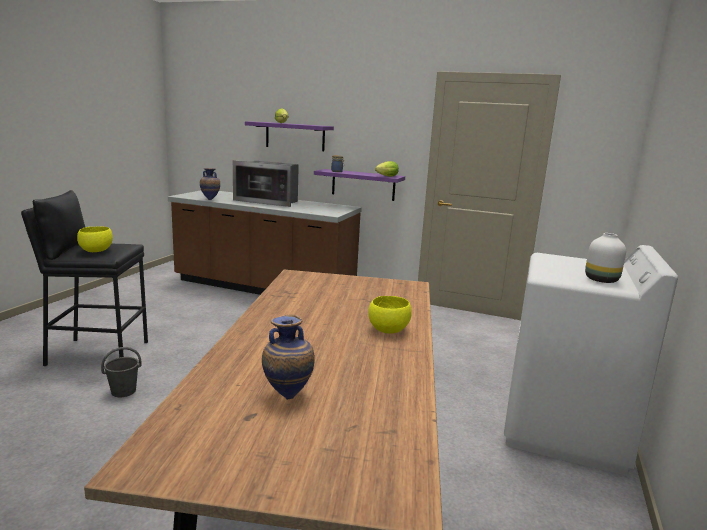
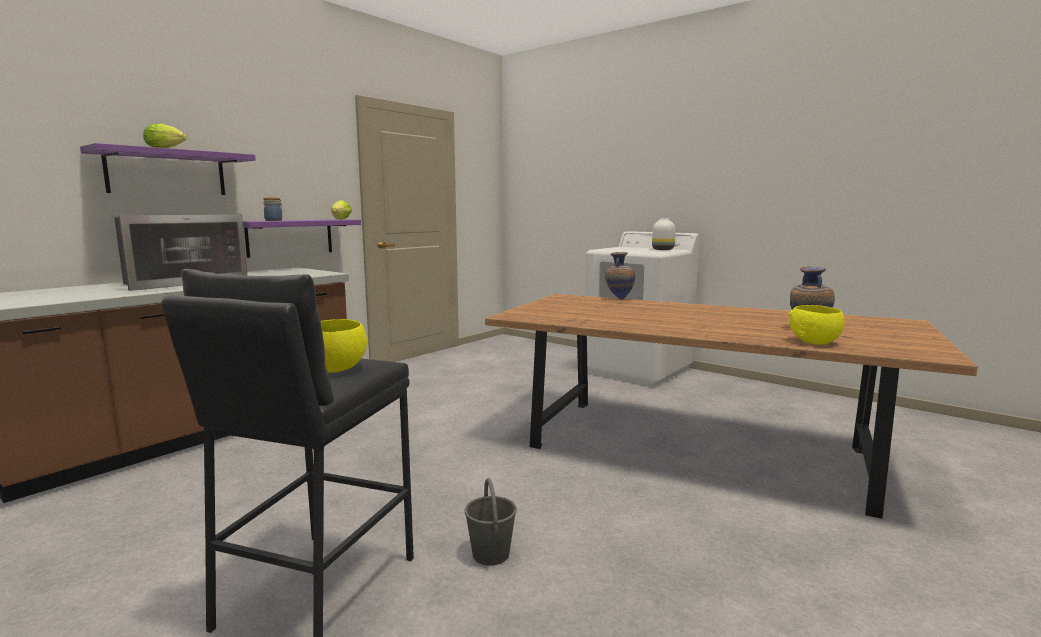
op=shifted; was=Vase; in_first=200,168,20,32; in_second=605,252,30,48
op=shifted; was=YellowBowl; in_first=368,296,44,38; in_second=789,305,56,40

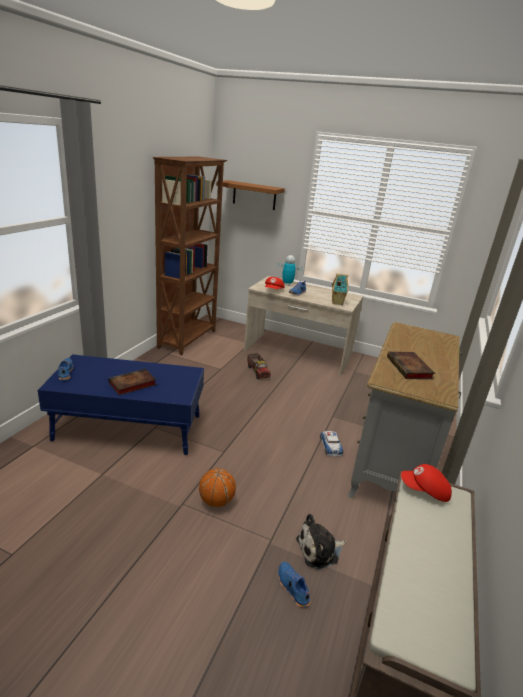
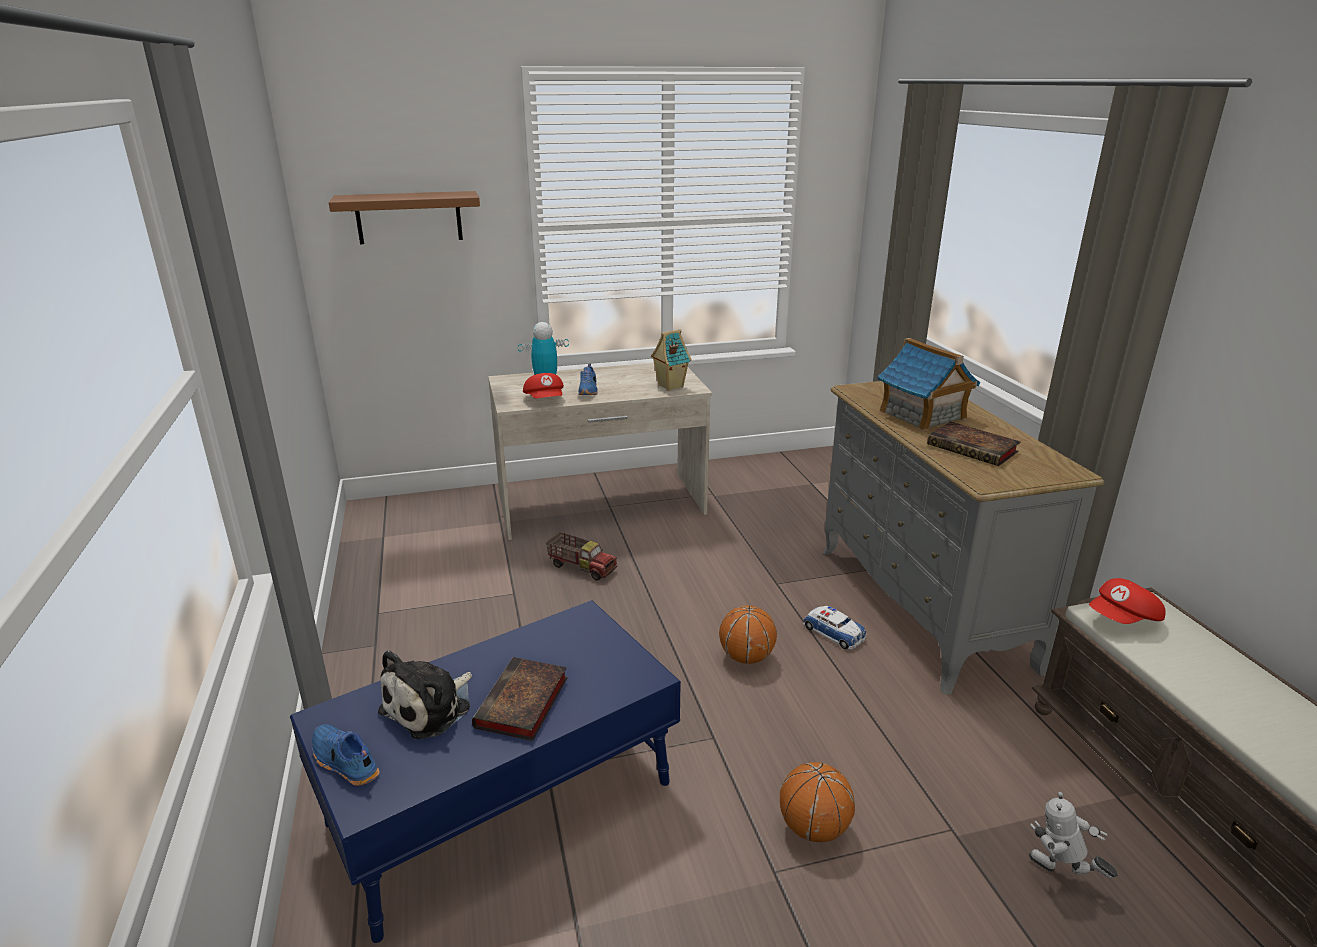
op=gone; was=BrownBookcase; in_first=153,157,74,198
op=swapped; was=BlueShoe; now=ToyRobot; in_first=278,561,32,47; in_second=1029,792,89,86
op=shifted; was=PlushToy; in_first=296,514,50,55; in_second=378,650,94,90
op=new; now=Basketball; in_second=719,605,58,59
op=new; now=ToyHouse; in_second=878,338,103,93

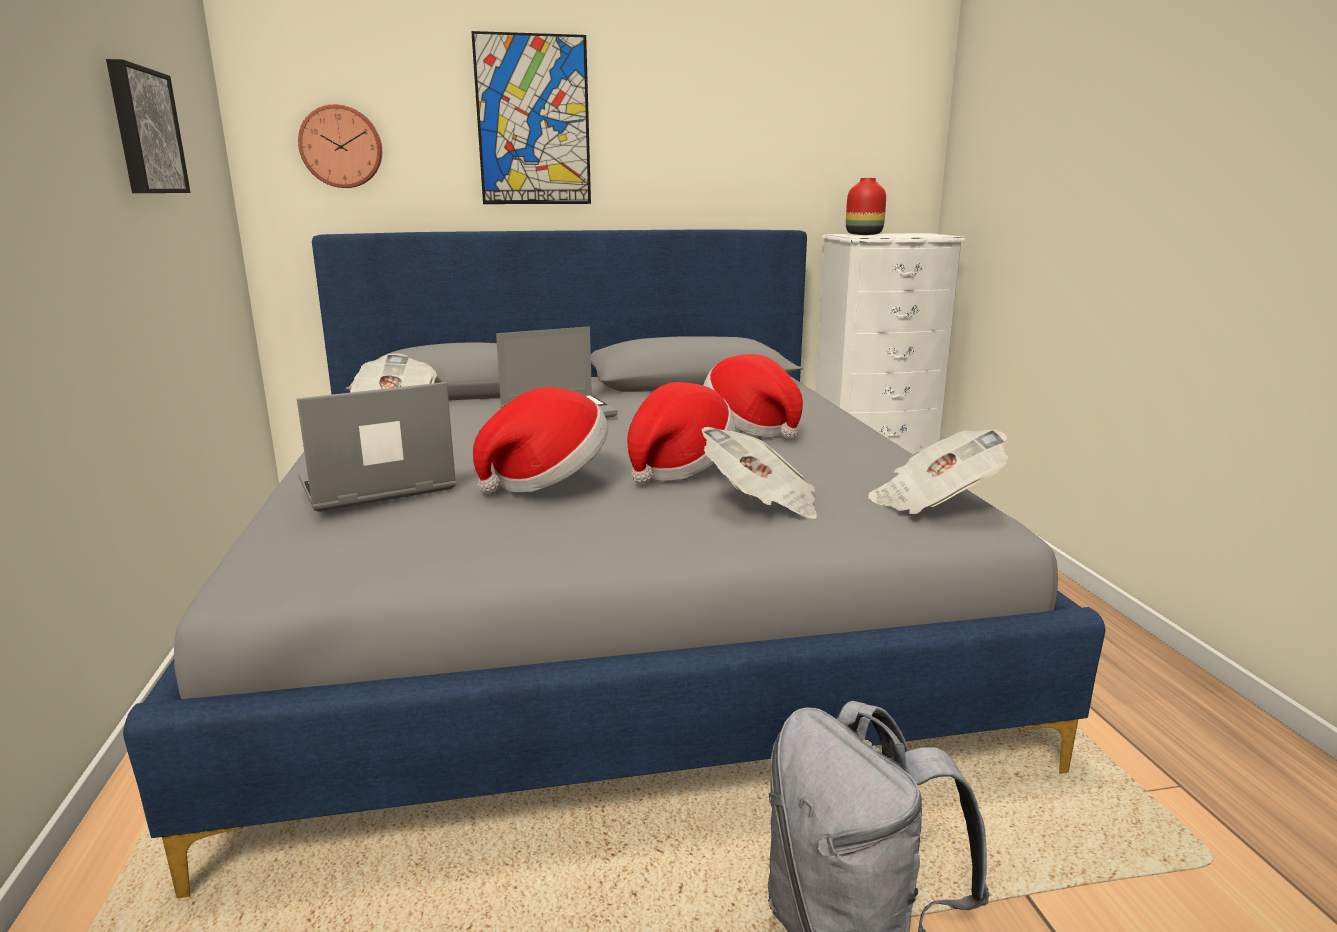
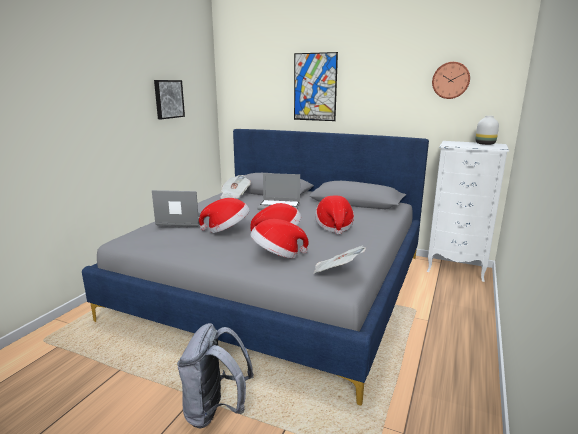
op=shifted; was=WallClock; in_first=298,104,84,84; in_second=432,62,38,37
op=swapped; was=Newspaper; now=Hat; in_first=702,427,115,92; in_second=251,219,58,39
op=gone; was=RedVase; in_first=846,178,40,57
op=new; now=WhiteVase; in_second=476,116,23,29

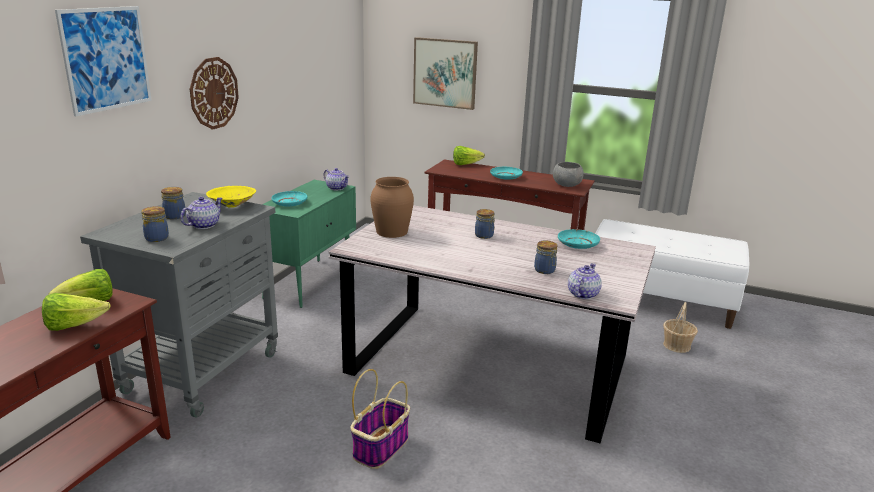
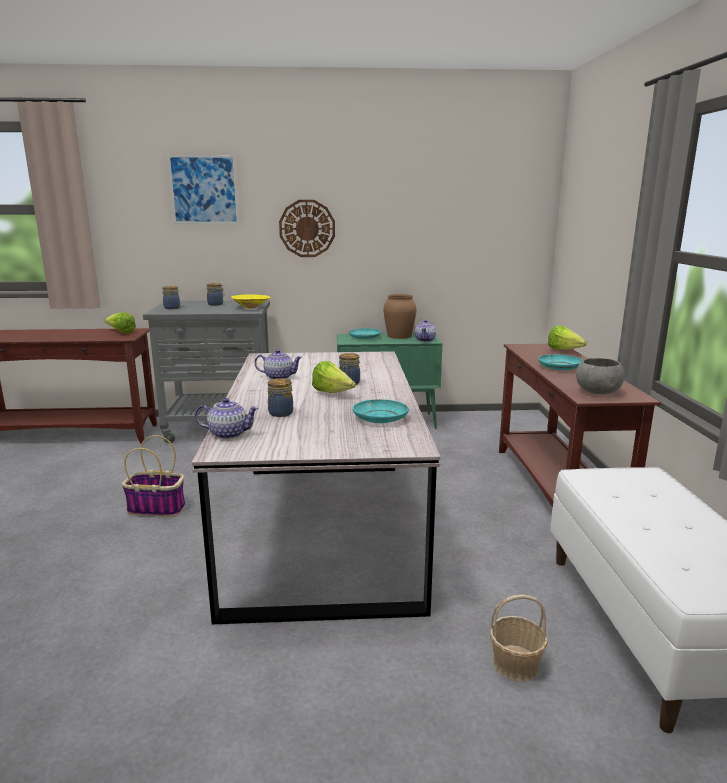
op=shifted; was=Lettuce; in_first=42,293,69,38; in_second=312,361,44,32
op=shifted; was=Teapot; in_first=180,197,43,32; in_second=254,349,48,30
op=shifted; was=BrownVase; in_first=370,177,44,61; in_second=384,294,33,45
op=gone; was=Picture; in_first=413,37,65,73

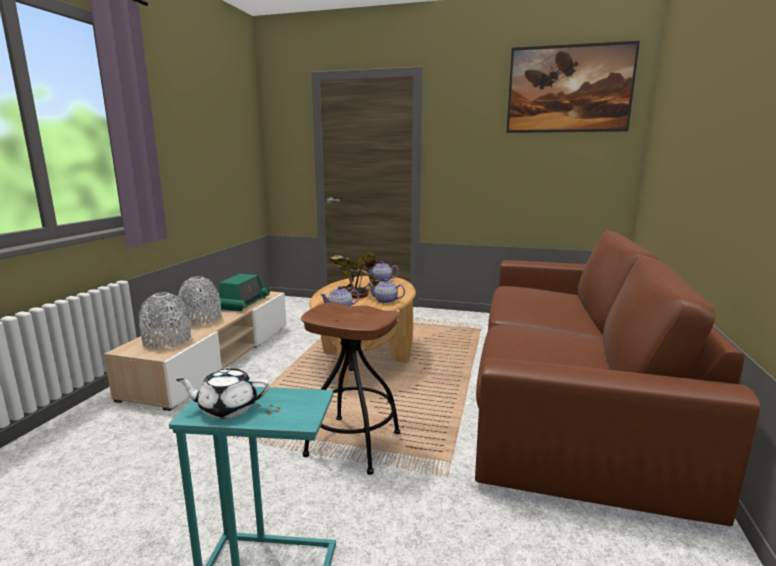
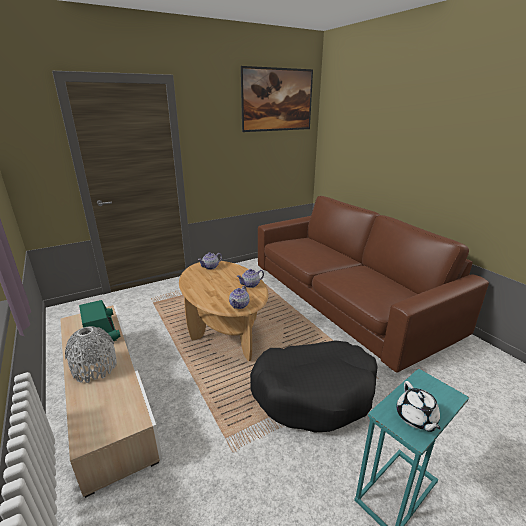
op=gone; was=GreyVase; in_first=138,292,53,57
op=rotated; was=WhiteTeapot; in_first=176,368,94,51; in_second=396,381,45,51; clockwise=-45
op=swapped; was=BrownStool; now=BlackDogBed; in_first=301,302,99,173; in_second=250,340,128,92
op=gone; was=PottedPlant; in_first=329,253,52,45

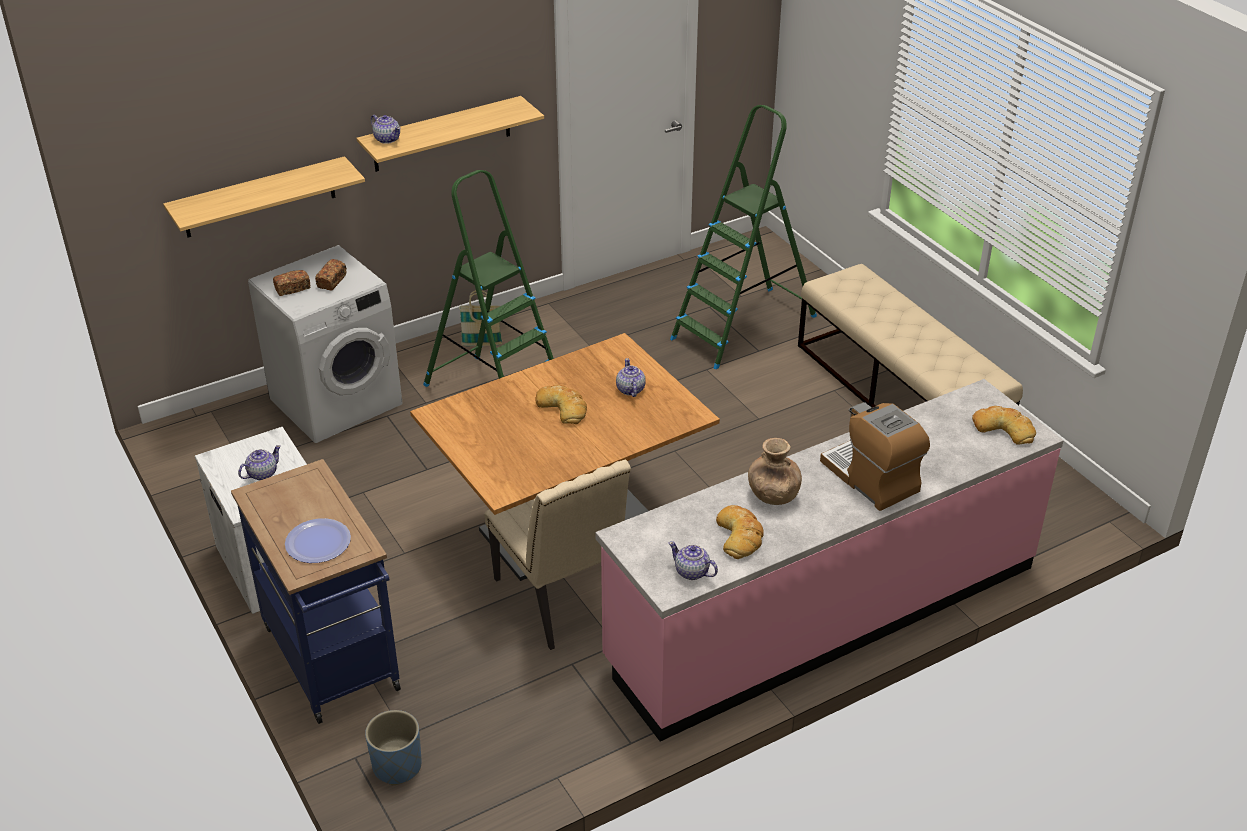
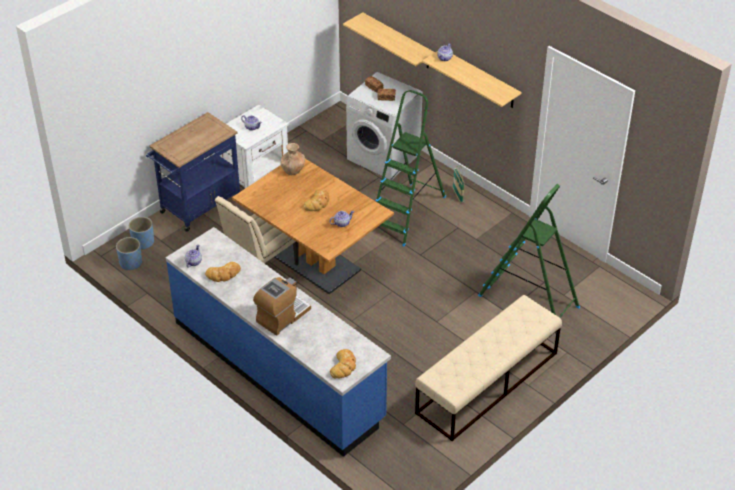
op=gone; was=Plate; in_first=285,518,66,45
op=repainted; was=PinkCounter; now=BlueCounter; in_first=596,379,468,363; in_second=166,227,225,230
op=shifted; was=BrownVase; in_first=748,438,54,67; in_second=280,143,25,32
op=new; now=BluePlanter; in_second=116,237,26,33

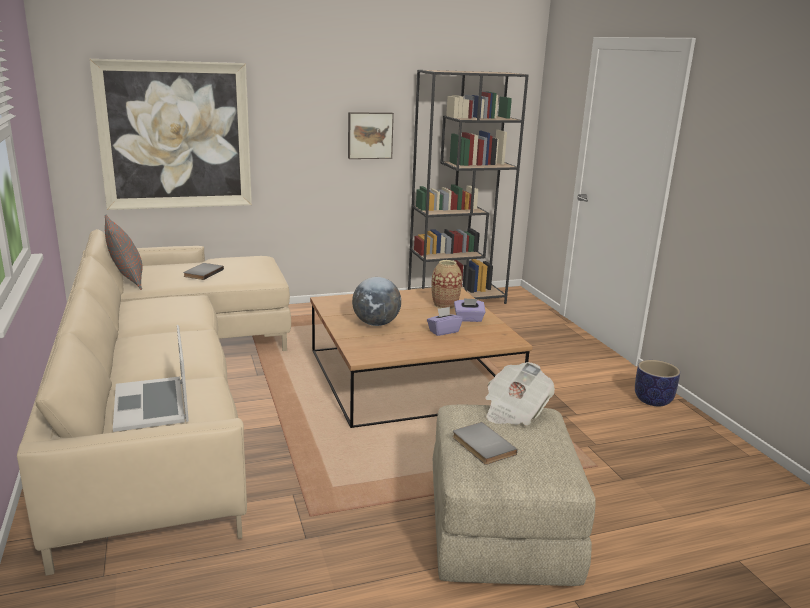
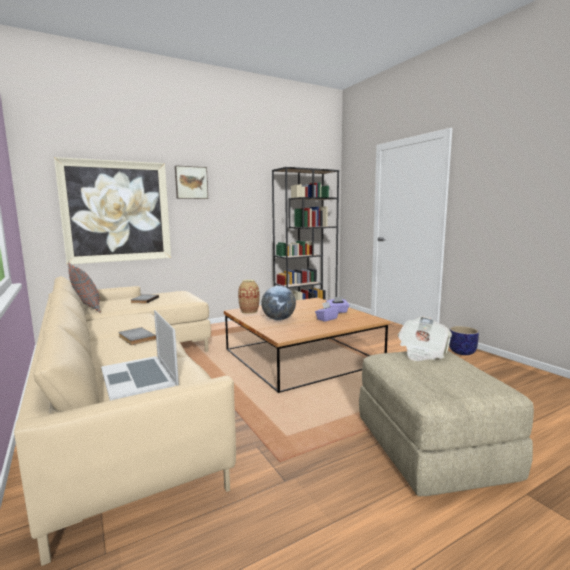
op=shifted; was=Picture; in_first=348,112,46,47; in_second=175,165,33,34
op=shifted; was=Vase; in_first=431,260,31,49; in_second=238,280,22,34
op=shifted; was=GreyBook; in_first=453,422,64,43; in_second=118,327,38,18

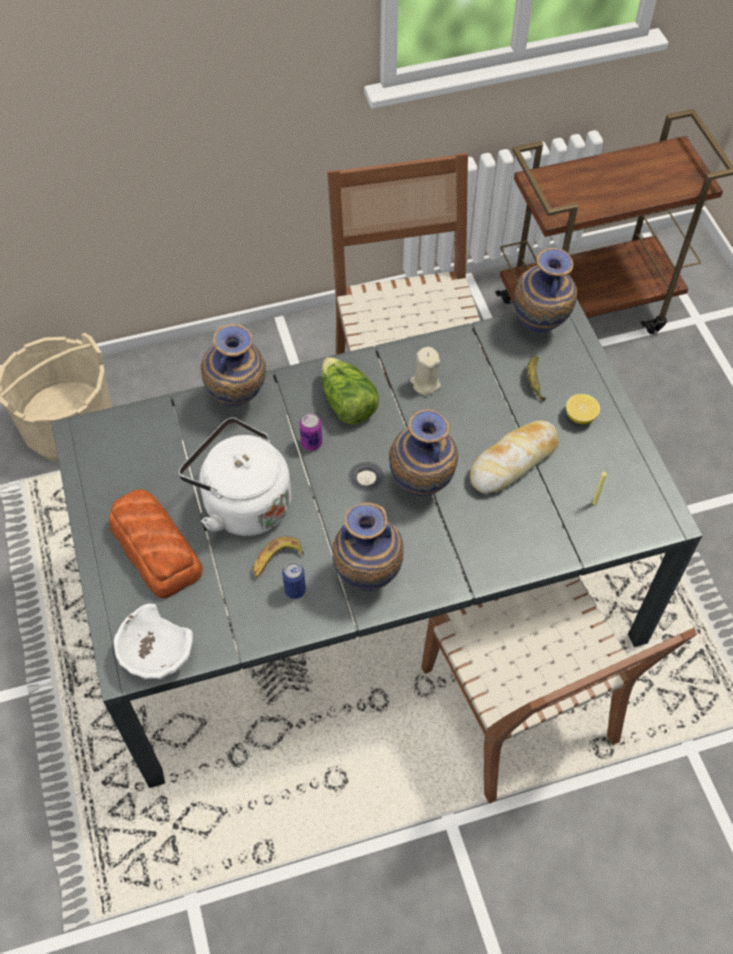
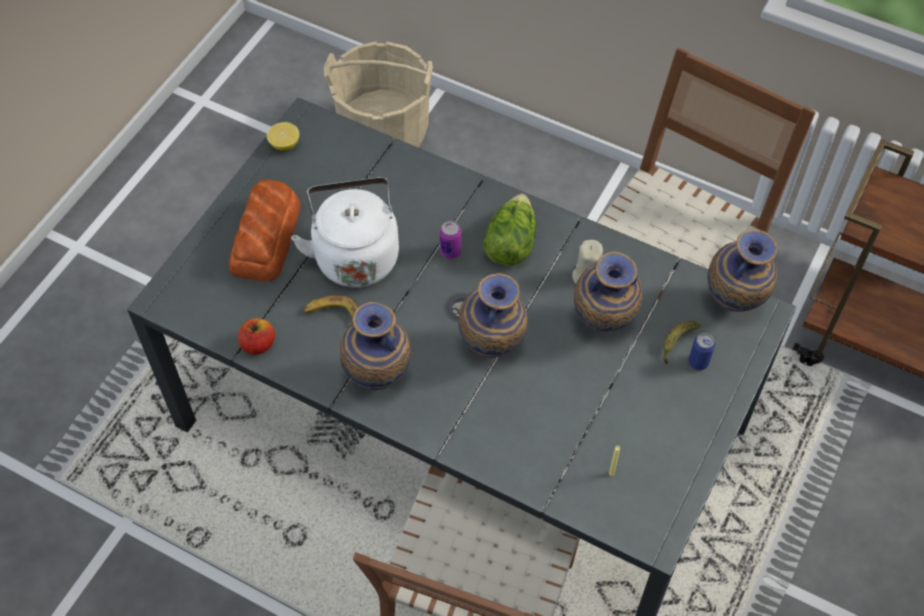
op=gone; was=WhiteBowl; in_first=114,604,79,75
op=shifted; was=Vase; in_first=201,324,65,82; in_second=574,251,69,81
op=shifted; was=Can; in_first=282,562,24,37; in_second=689,333,26,37
op=gone; was=Bread; in_first=470,420,89,74
op=shifted; was=Lemon; in_first=566,394,34,30; in_second=267,122,32,28
op=new; now=Apple; in_second=238,318,37,37

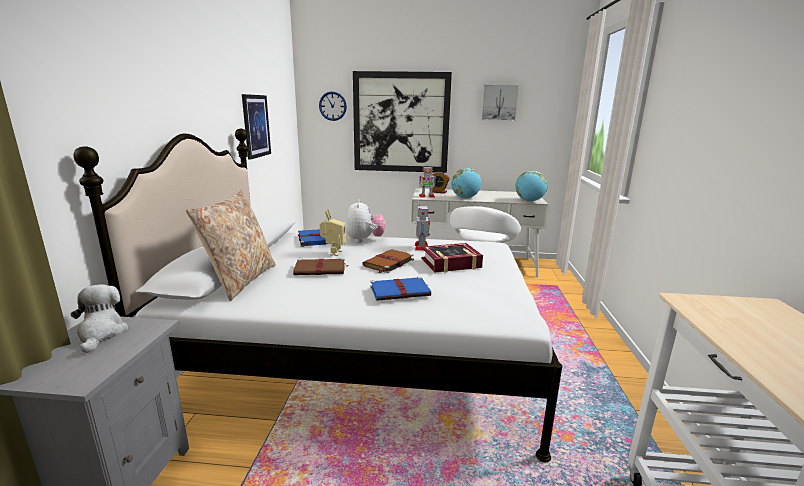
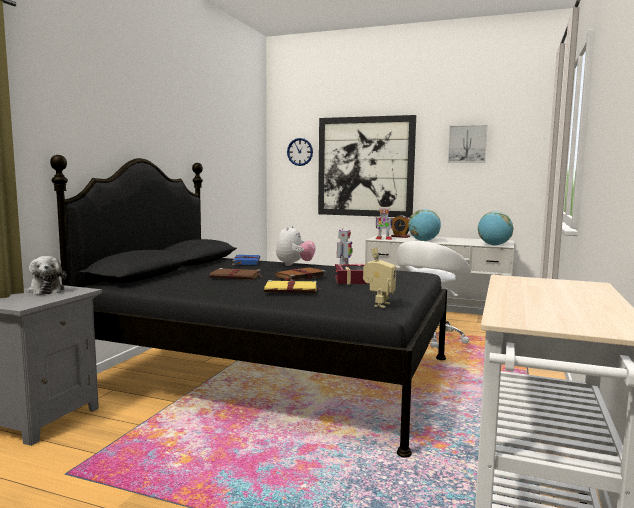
op=rotated; was=PlushToy; in_first=71,285,58,68; in_second=26,256,41,39; clockwise=150
op=repainted; was=WhiteBed; now=BlackBed; in_first=73,129,489,333; in_second=50,155,397,303
op=gone; was=BeigePillow; in_first=186,190,90,111
op=gone; was=Picture; in_first=242,94,29,66
op=shifted; was=ToyRobot; in_first=320,209,26,47; in_second=363,248,33,60
op=repainted; was=BlueBook; now=YellowBook; in_first=371,277,60,24; in_second=264,280,56,13

